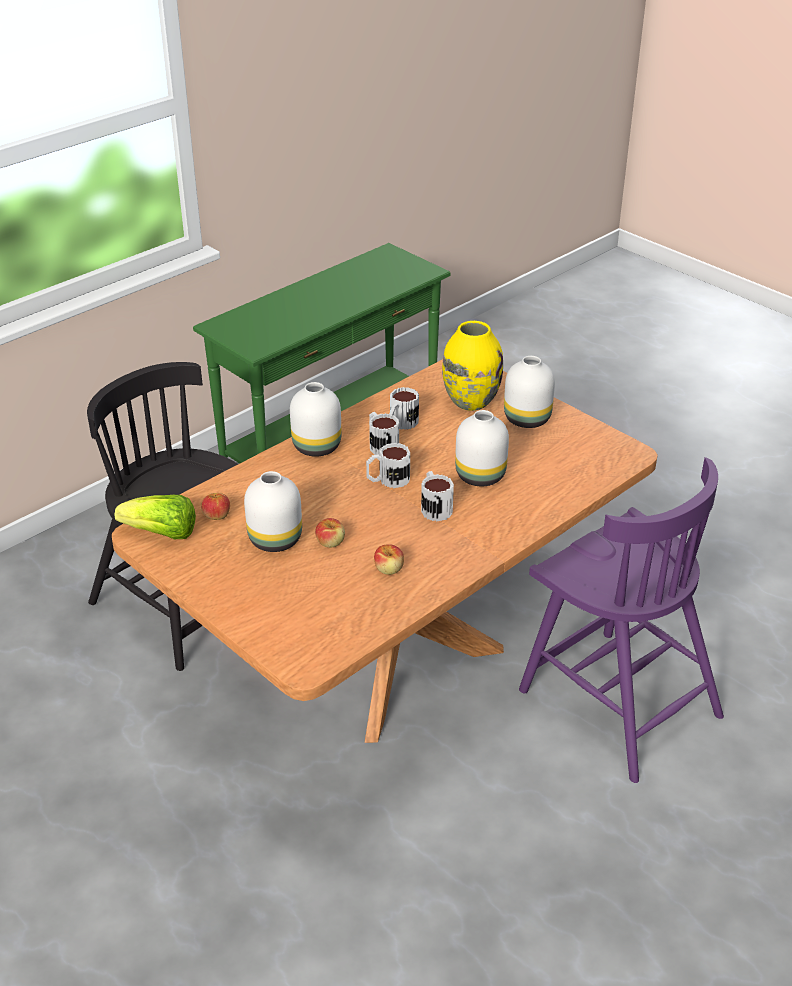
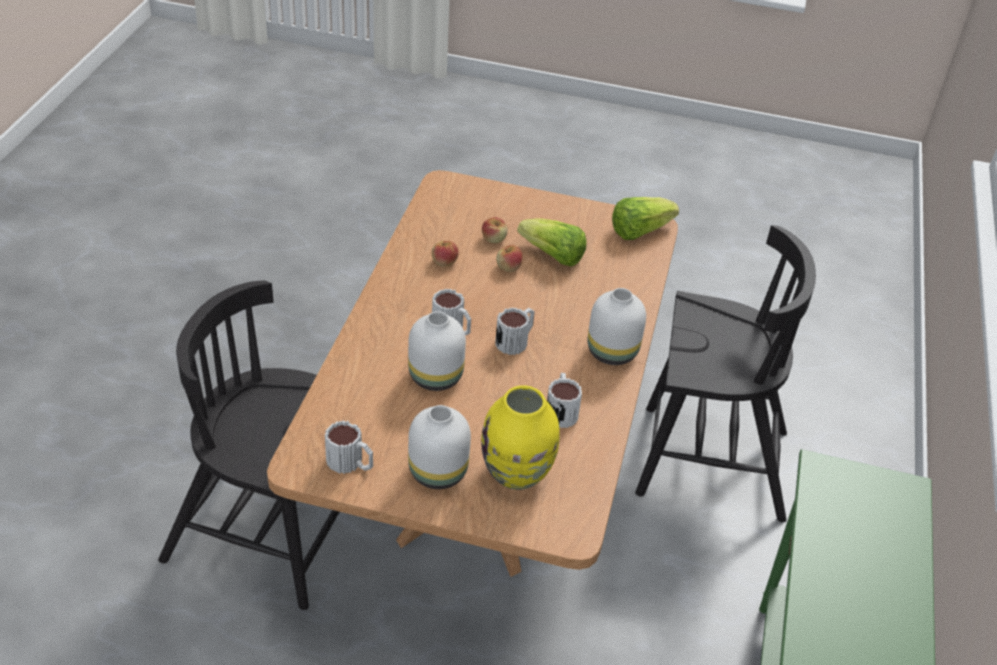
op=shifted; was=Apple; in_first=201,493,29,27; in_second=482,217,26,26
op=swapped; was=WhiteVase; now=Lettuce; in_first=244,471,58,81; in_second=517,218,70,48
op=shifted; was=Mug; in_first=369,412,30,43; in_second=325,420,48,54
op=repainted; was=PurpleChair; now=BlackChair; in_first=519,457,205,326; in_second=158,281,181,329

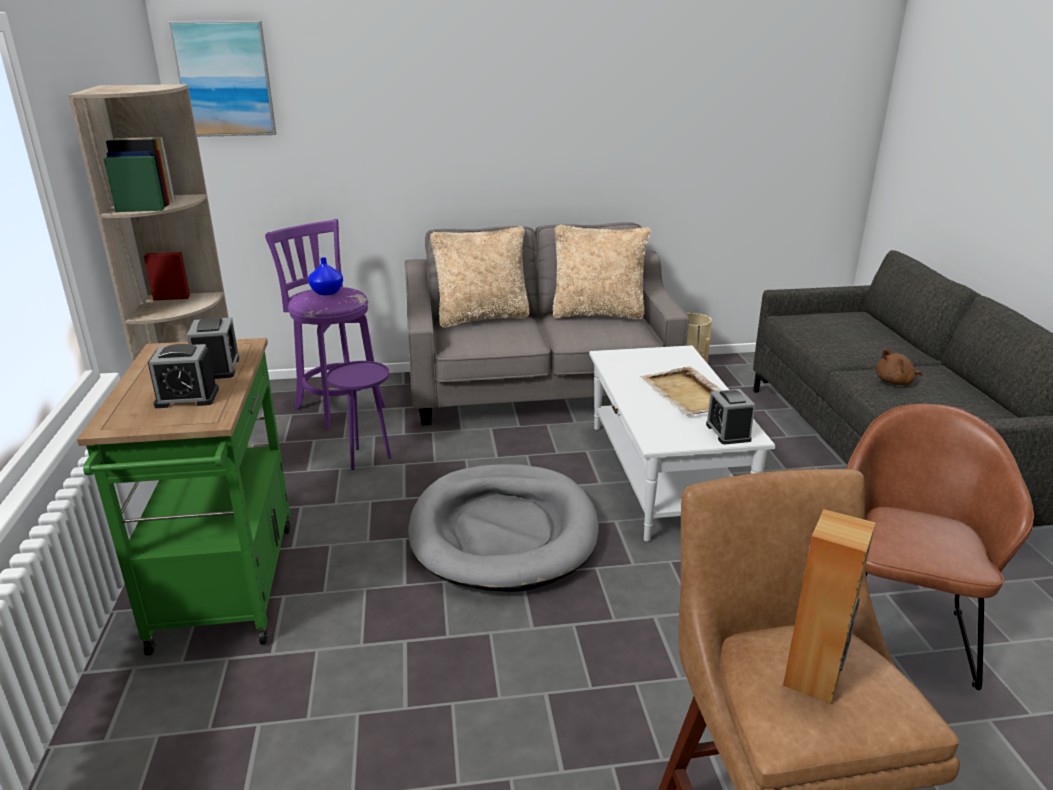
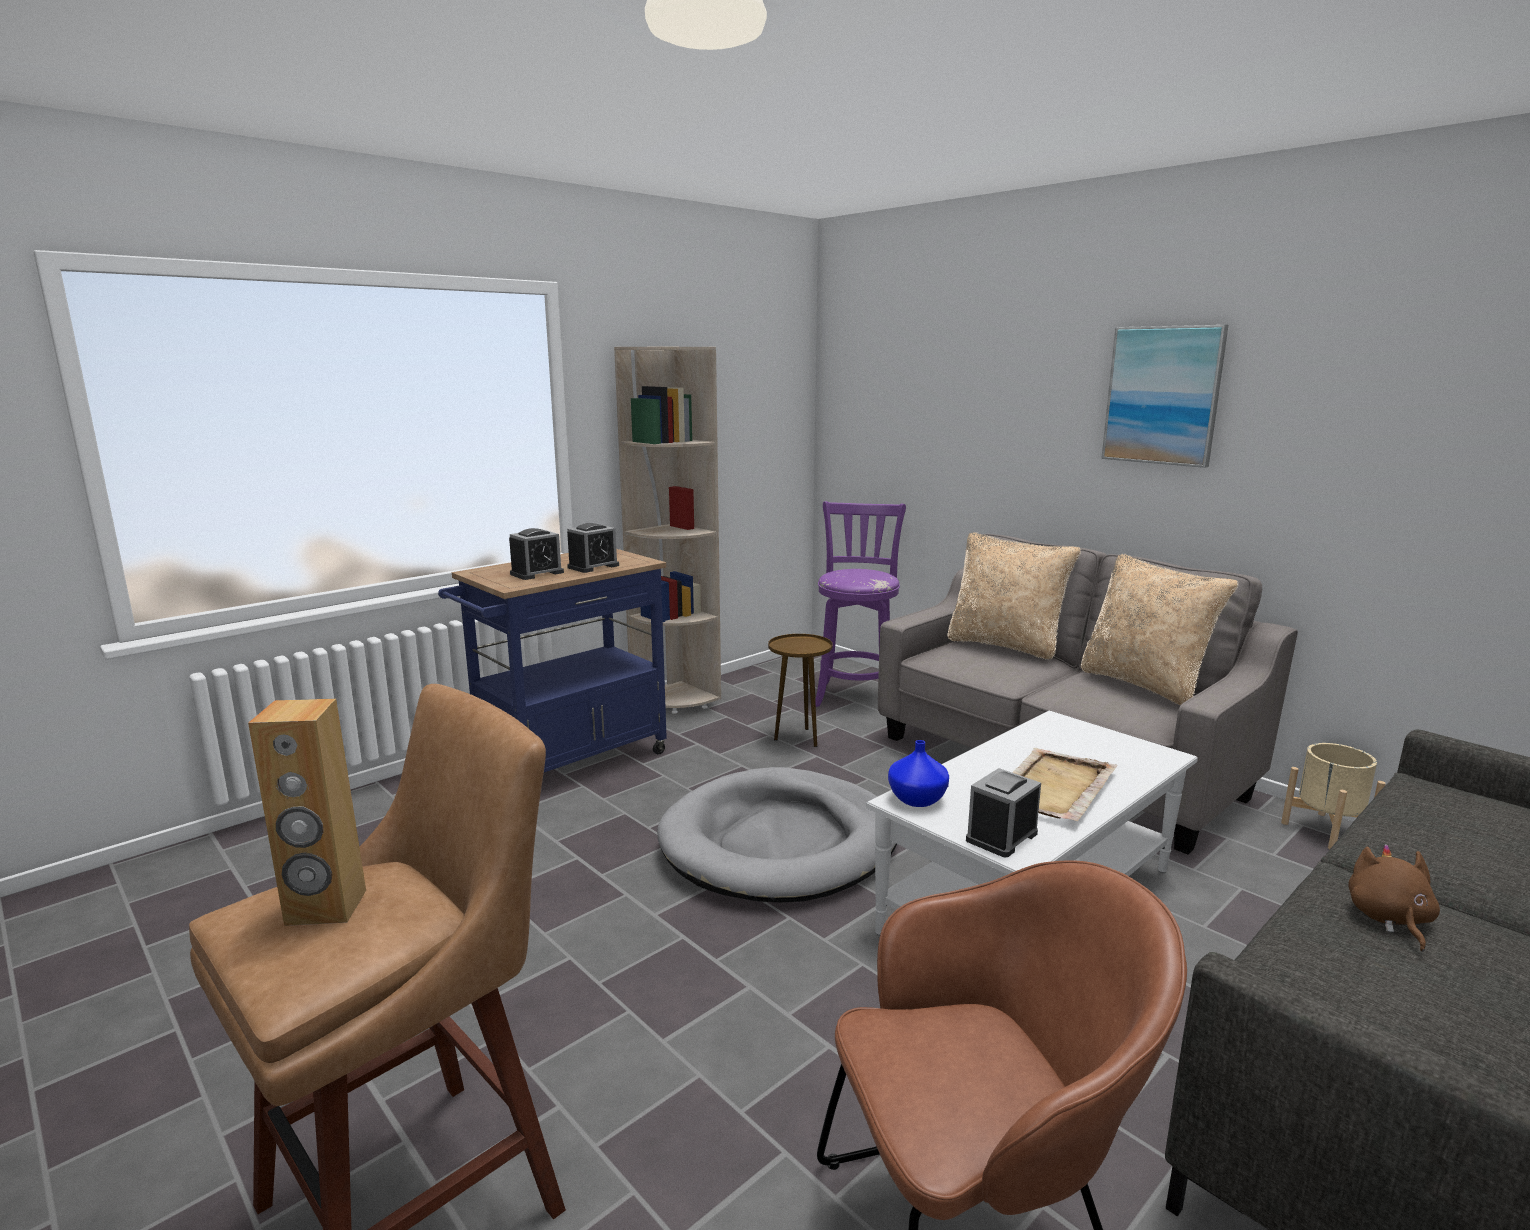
op=repainted; was=GreenCart; now=BlueCart; in_first=77,338,215,318; in_second=438,549,229,223
op=rotated; was=AlarmClock; in_first=148,344,71,64; in_second=509,528,55,52; clockwise=-90
op=shifted; was=Picture; in_first=168,21,108,116; in_second=1101,325,128,143
op=shifted; was=BlueVase; in_first=308,257,35,38; in_second=888,740,61,67
op=repainted; was=PurpleSideTable; now=BrownSideTable; in_first=326,361,65,109; in_second=768,634,65,113
op=rotated; was=BrownPlushToy; in_first=876,349,46,36; in_second=1348,844,92,108; clockwise=60

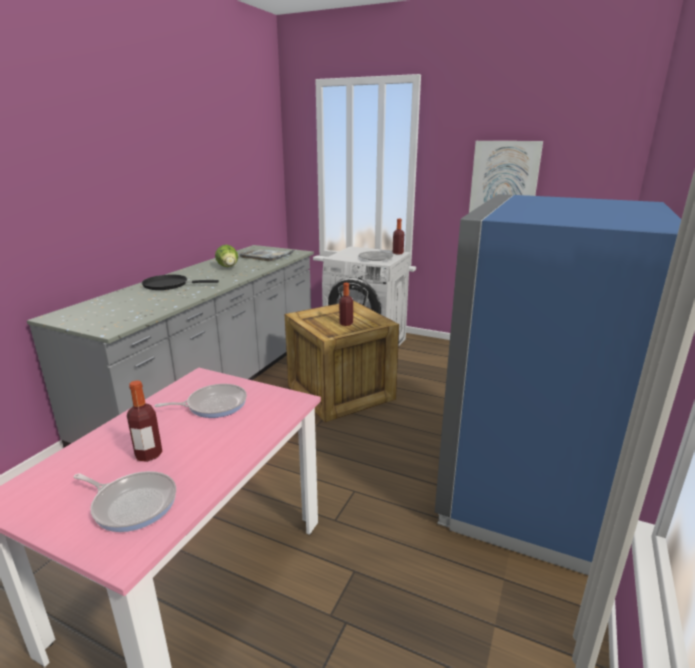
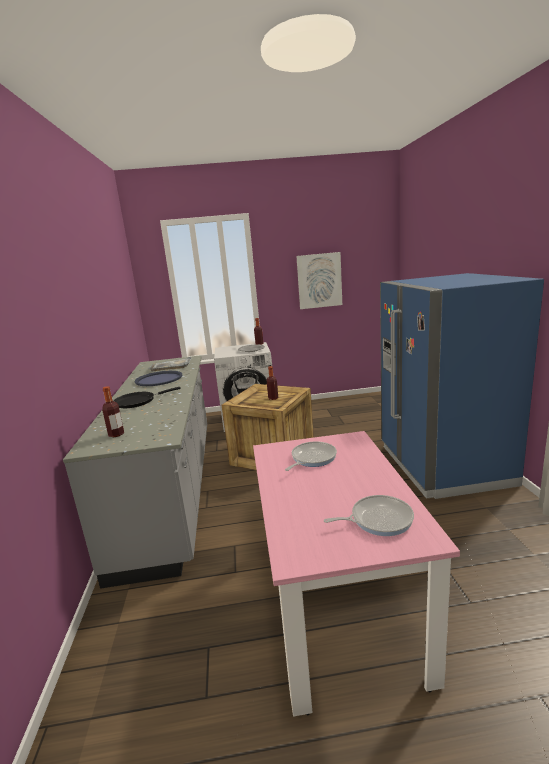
op=shifted; was=Bottle; in_first=127,380,35,82; in_second=102,386,22,51
op=swapped; was=Lettuce; now=BlueTray; in_first=215,245,23,22; in_second=135,371,47,15

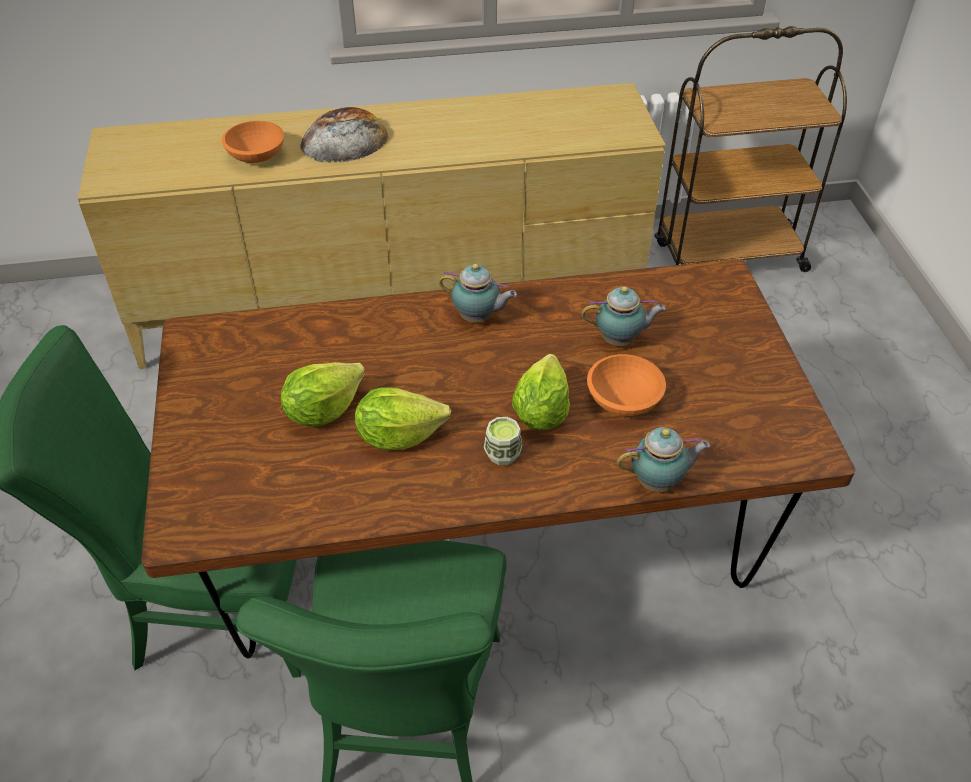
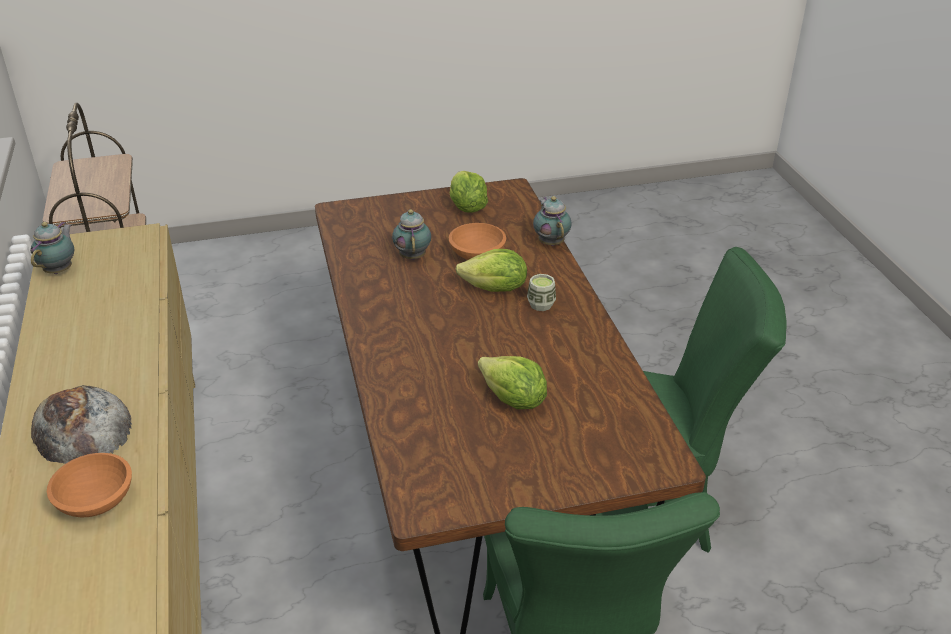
op=shifted; was=Lettuce; in_first=355,387,96,63; in_second=450,171,38,42
op=shifted; was=Teapot; in_first=439,263,78,60; in_second=30,222,44,52

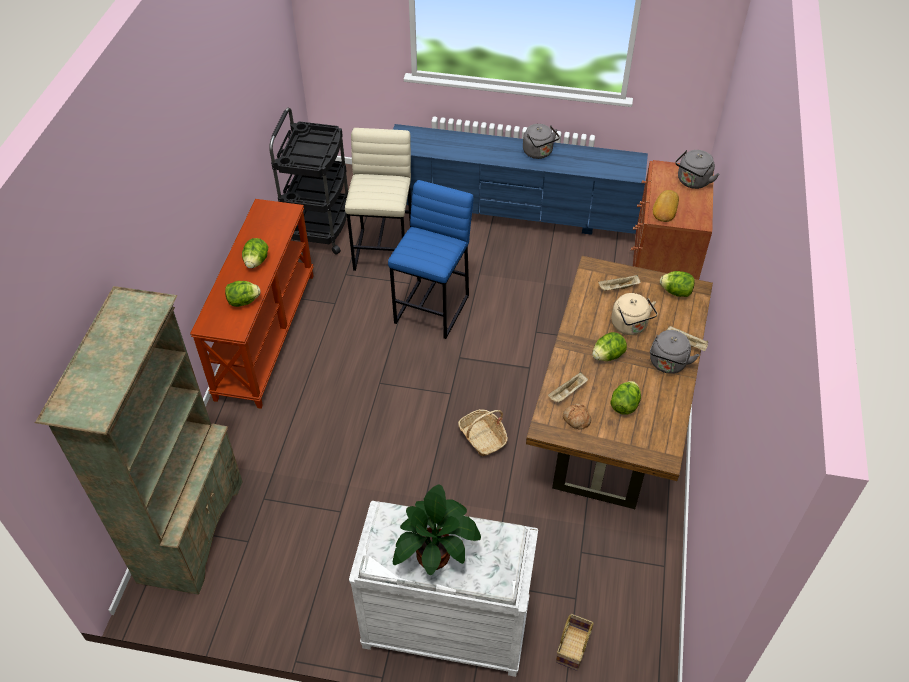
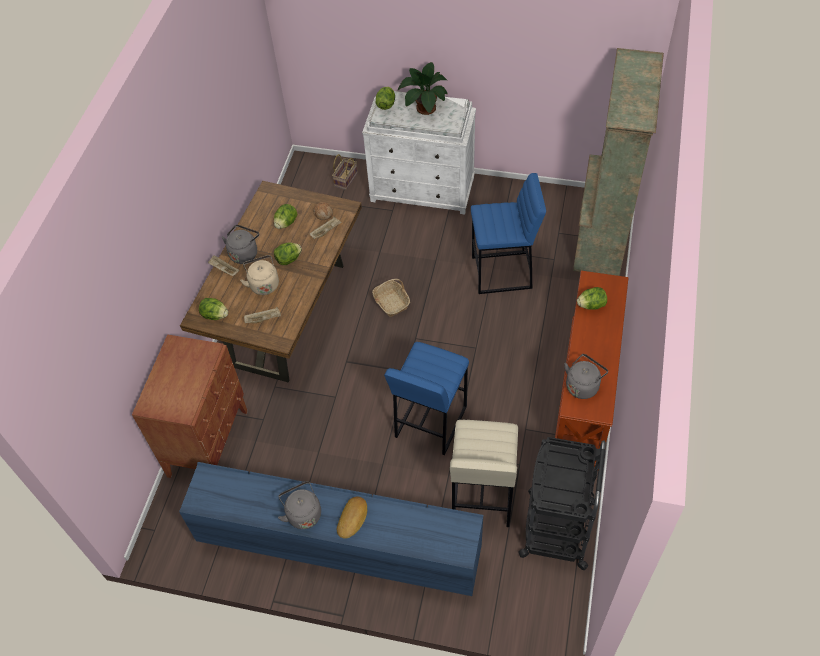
op=shifted; was=Lettuce; in_first=242,238,26,30; in_second=375,87,20,23
op=shifted; was=Bread; in_first=653,190,26,32; in_second=337,497,30,42
op=shifted; was=GreyKettle; in_first=675,150,44,39; in_second=564,354,44,45
op=new; now=BlueStool; in_second=471,173,75,121

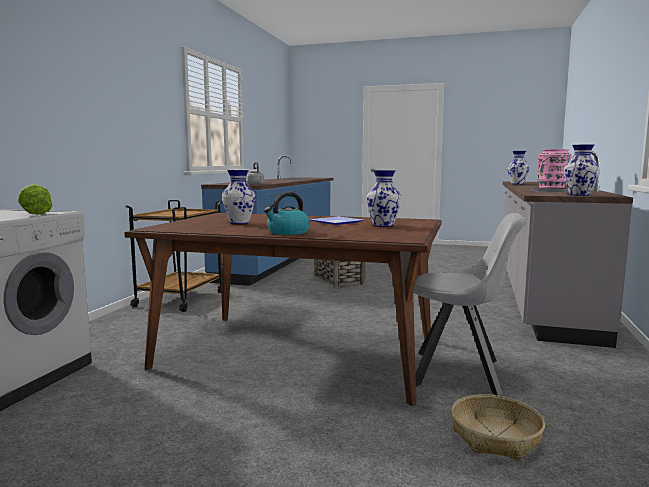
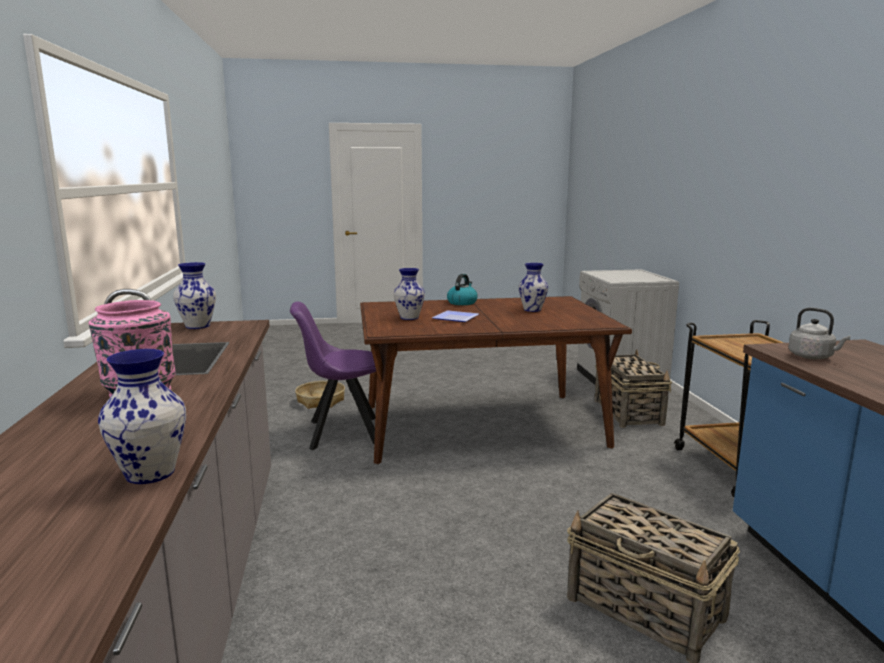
op=gone; was=Lettuce; in_first=18,184,35,31
op=repainted; was=GreyChair; now=PurpleChair; in_first=413,213,114,183; in_second=290,302,86,148
op=new; now=Basket; in_second=594,350,78,78

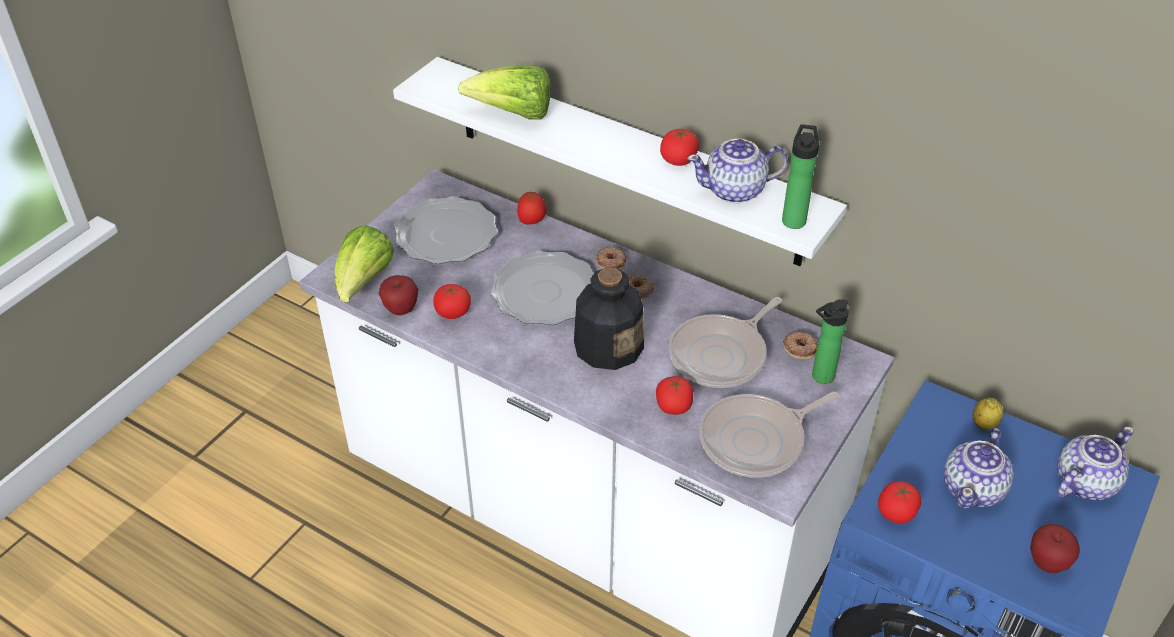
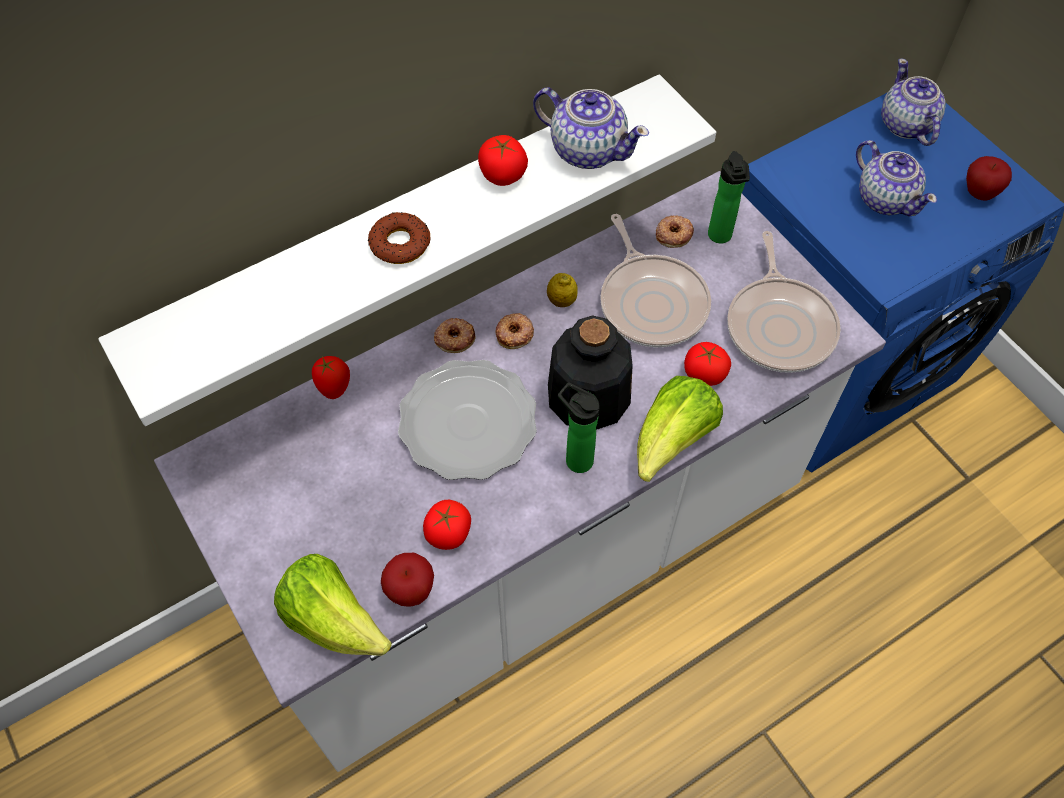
op=gone; was=Plate; in_first=394,197,104,67
op=shifted; was=Lettuce; in_first=458,65,93,54; in_second=637,376,86,106
op=rotated; was=Teapot; in_first=687,139,101,64; in_second=533,87,116,82; clockwise=-75
op=shifted; was=Bottle; in_first=782,124,37,105; in_second=558,382,42,91
op=gone; was=Tomato; in_first=878,481,43,42
op=shifted; was=Lemon; in_first=973,398,30,32; in_second=547,273,31,34
op=new; now=Donut; in_second=368,212,63,52

